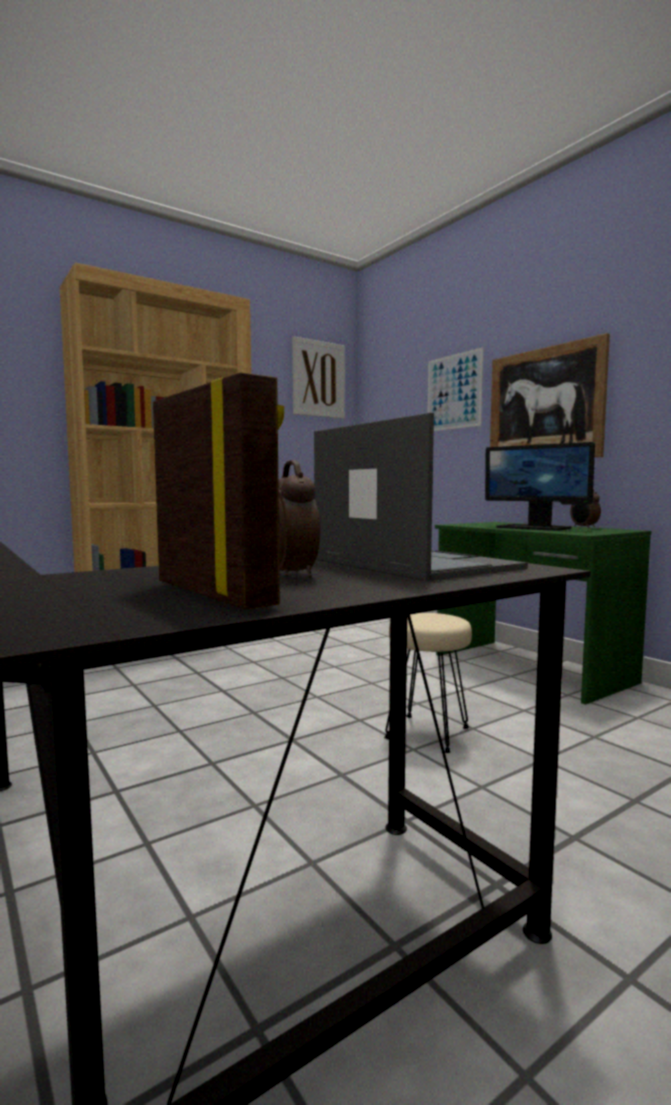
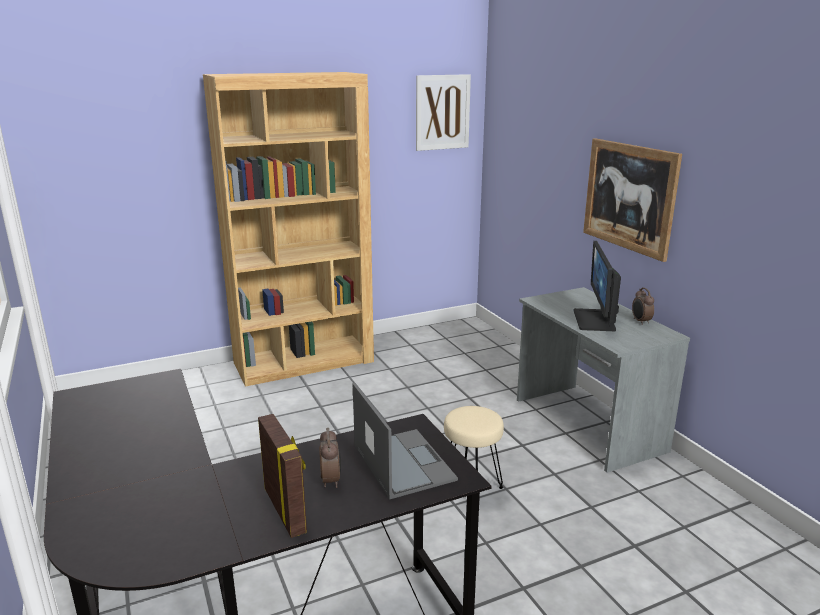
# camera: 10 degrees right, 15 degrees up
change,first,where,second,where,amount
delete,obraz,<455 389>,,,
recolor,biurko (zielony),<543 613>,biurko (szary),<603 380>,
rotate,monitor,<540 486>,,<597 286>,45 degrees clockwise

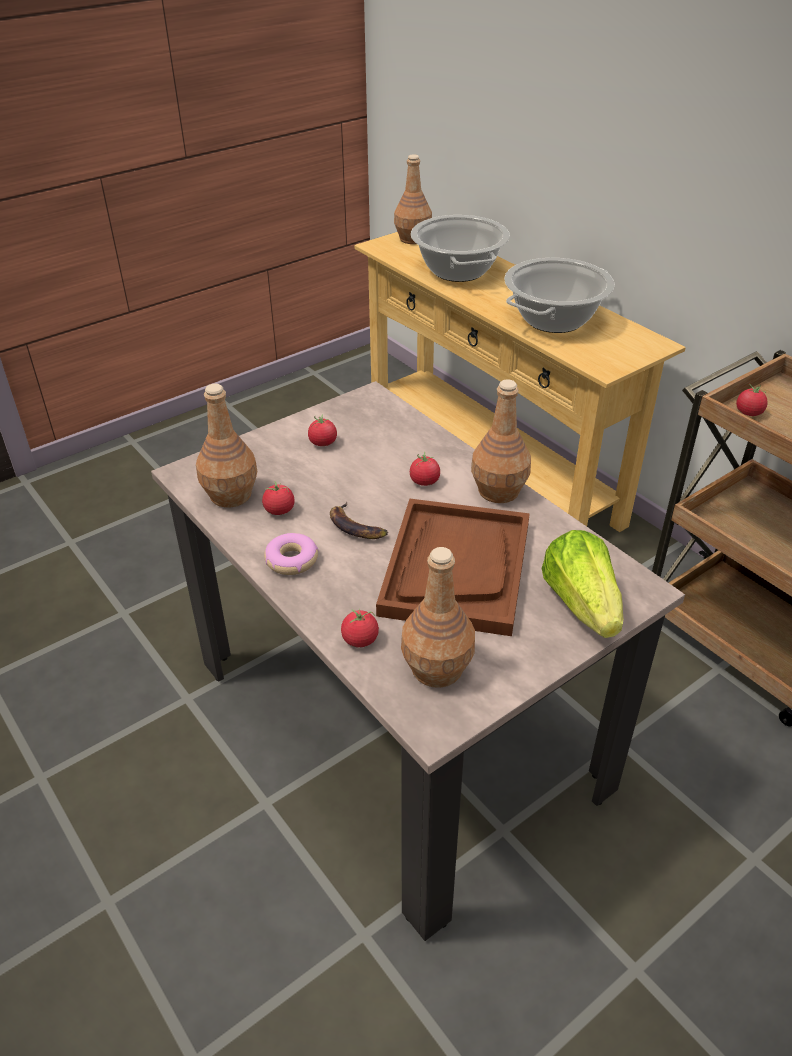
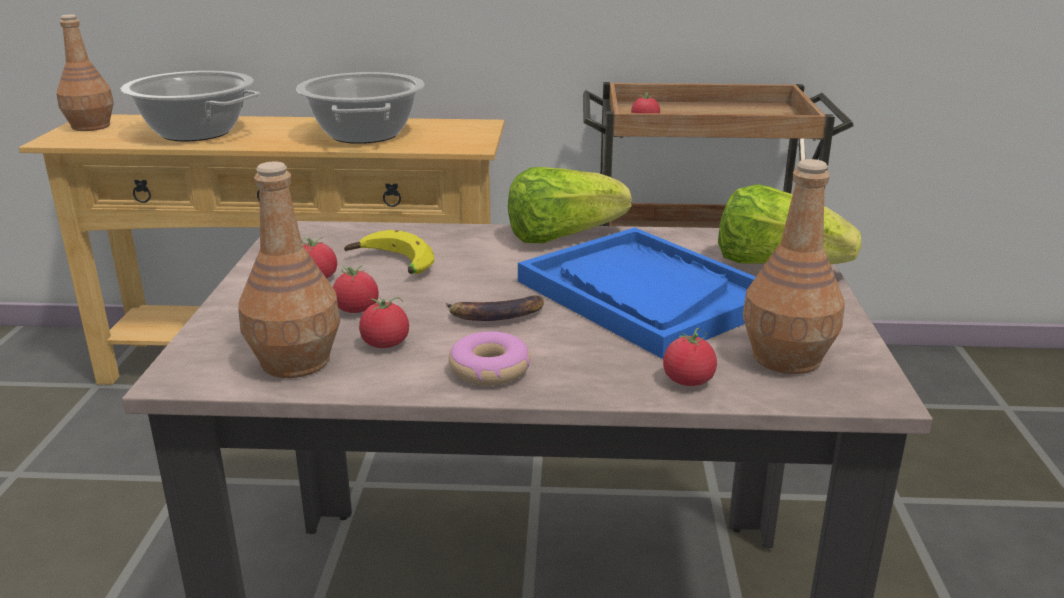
# camera: 50 degrees left, 15 degrees down
change,first,where,second,where,amount
insert,,,banan,<389 252>,
move,pomidor,<425 469>,,<356 289>,
replace,butelka (brązowy),<501 441>,sałata,<570 205>,
recolor,taca (brązowy),<453 567>,taca (niebieski),<637 293>,

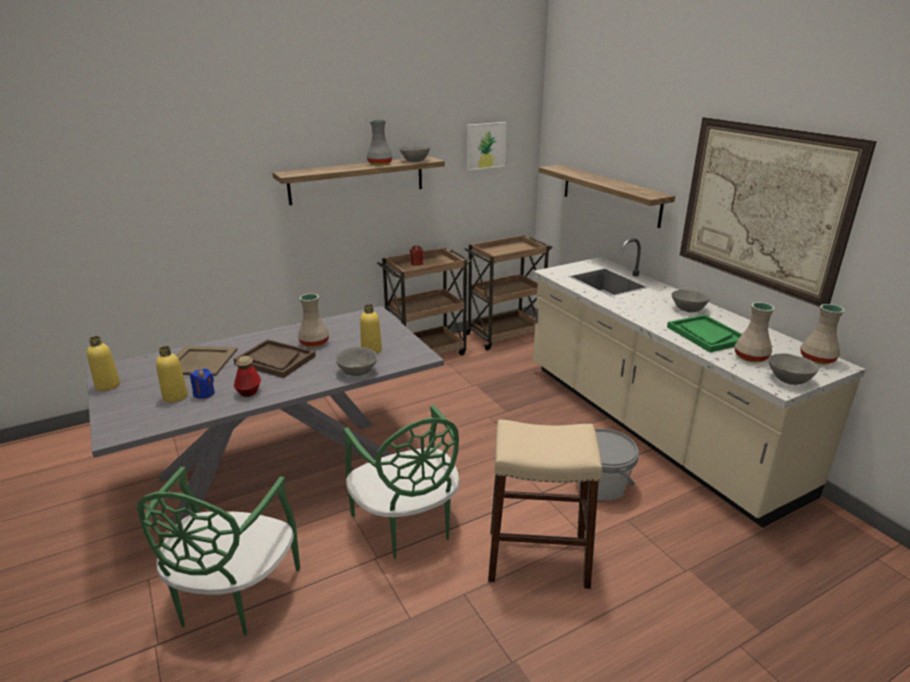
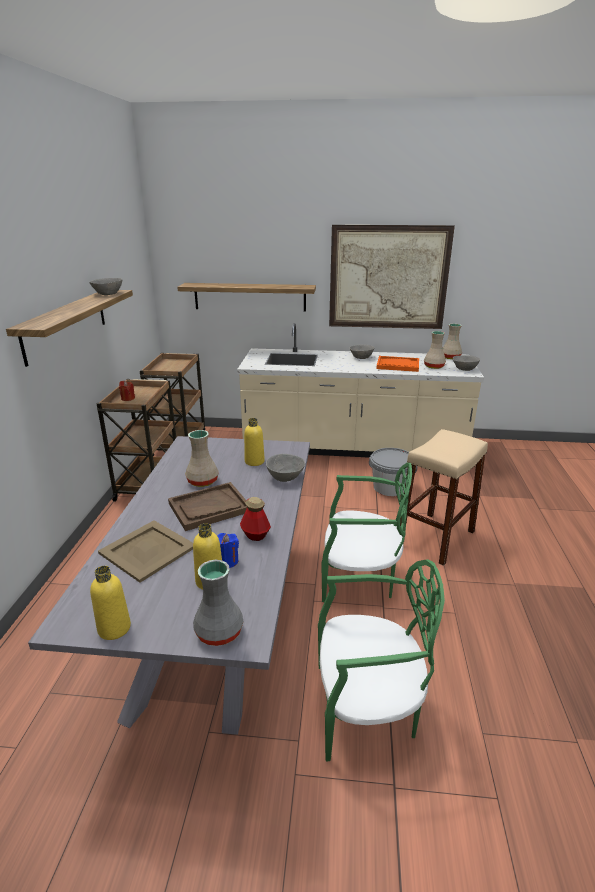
# camera: 55 degrees left, 0 degrees up
change,first,where,second,where,amount
delete,obraz,<486 146>,,,
move,wazon (szary),<379 142>,,<218 603>,
recolor,taca (zielony),<704 333>,taca (pomarańczowy),<397 364>,
rotate,krzesło (zielony),<218 551>,,<381 660>,45 degrees counterclockwise

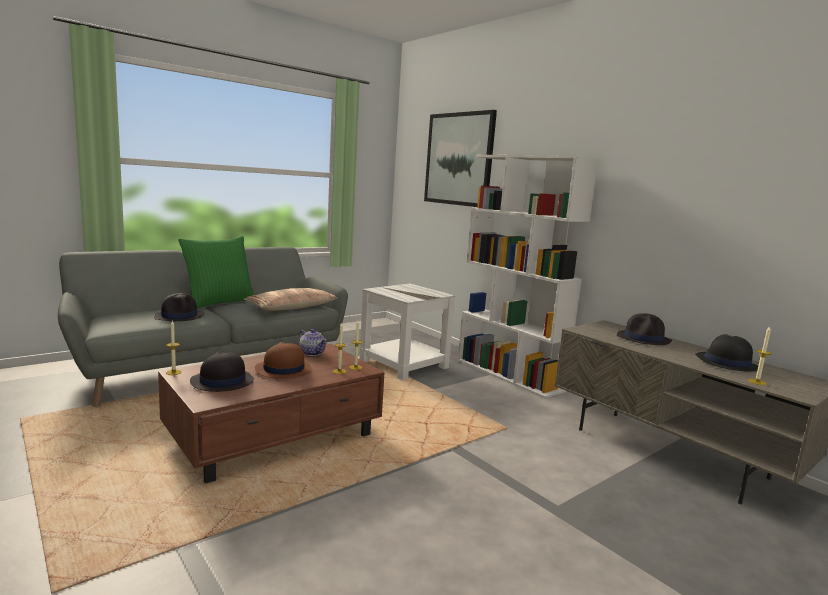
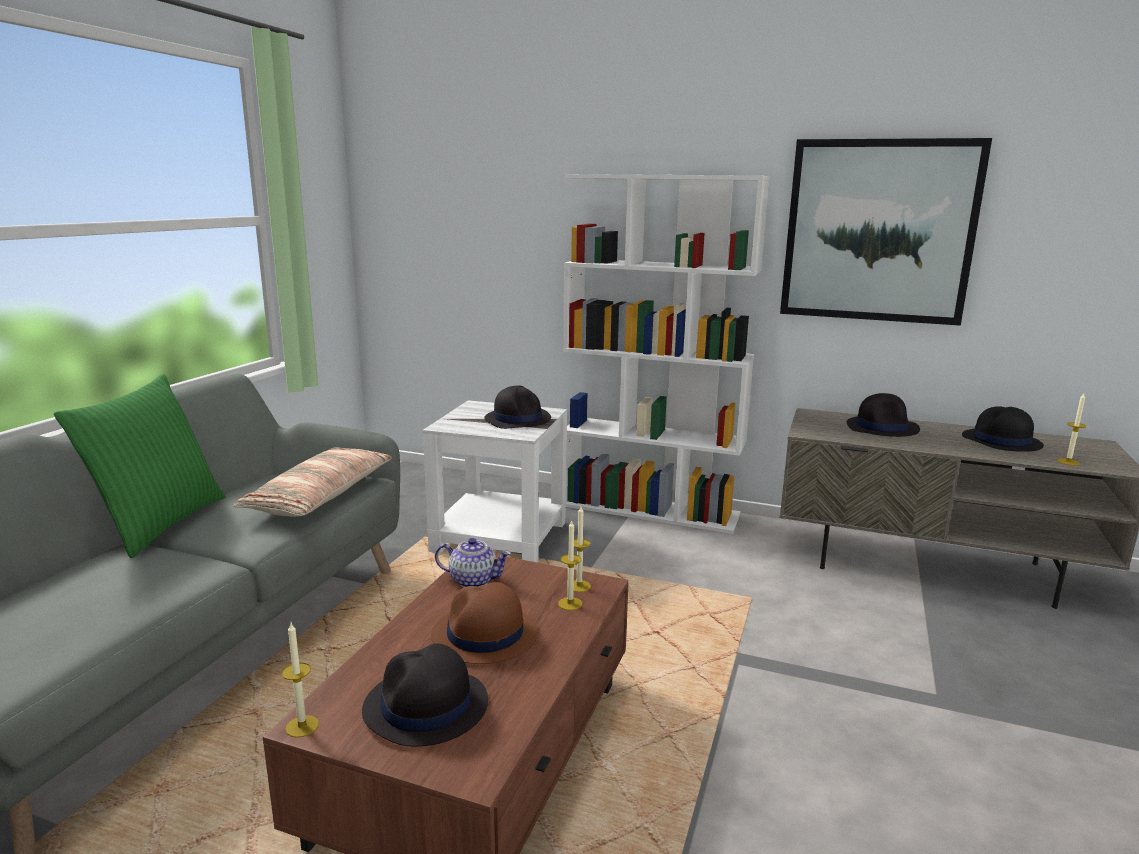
# camera: 30 degrees left, 5 degrees up
change,first,where,second,where,amount
move,kapelusz (czarny),<179 307>,,<517 407>,
move,obraz,<460 158>,,<886 232>,

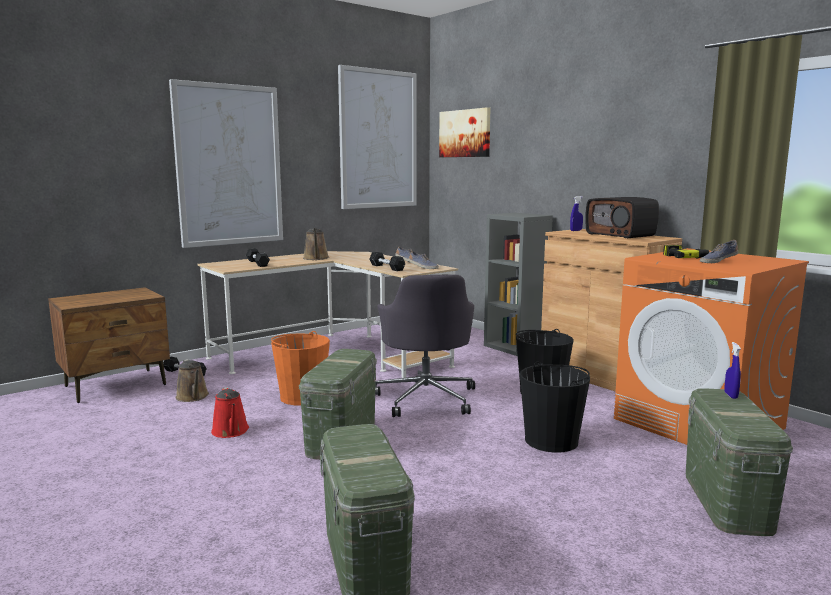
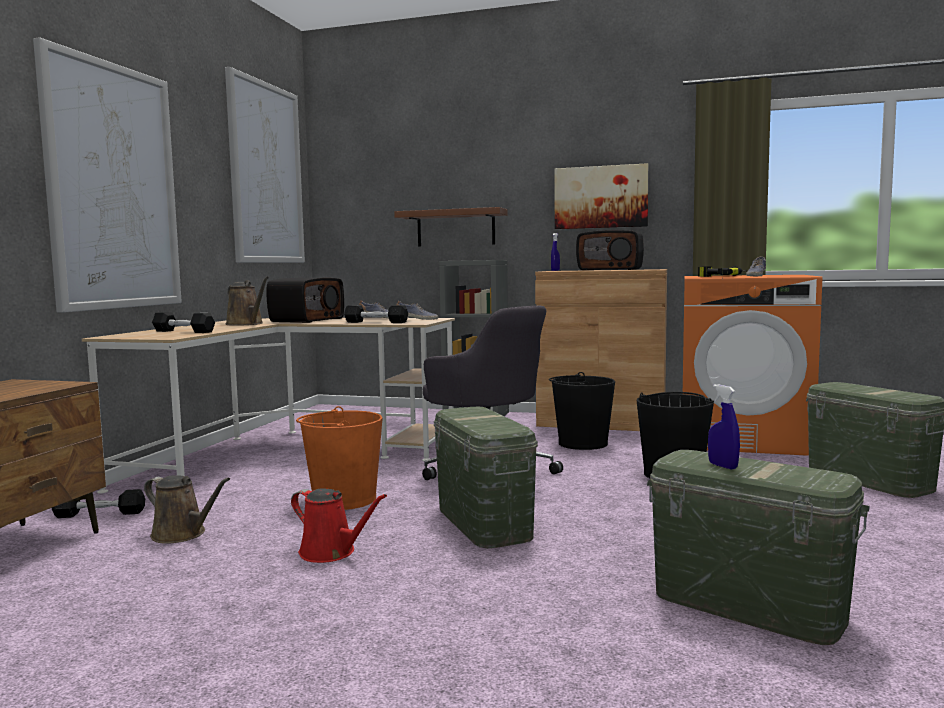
# camera: 35 degrees left, 5 degrees down
change,first,where,second,where,amount
insert,,,radio,<305 300>,
insert,,,półka (brązowy),<450 227>,
move,obraz,<465 132>,,<601 196>,
move,spryskiwacz (niebieski),<732 370>,,<724 427>,

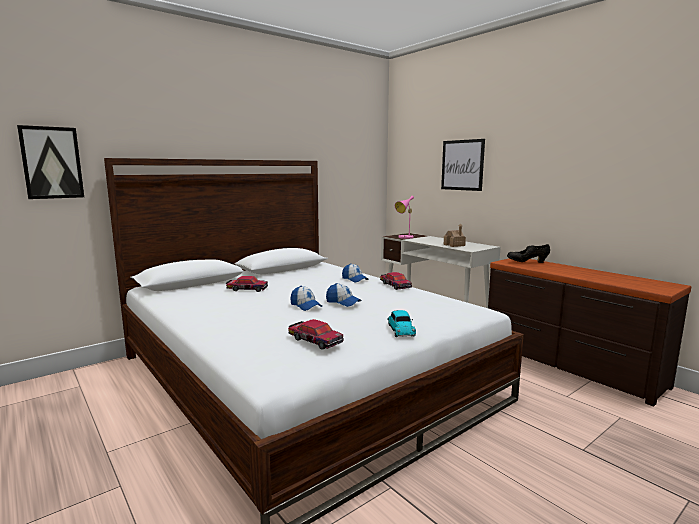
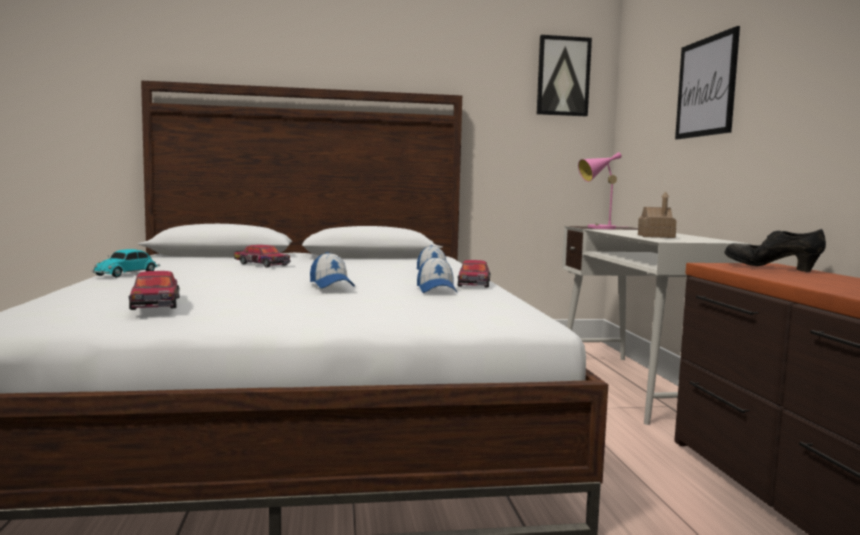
# camera: 30 degrees right, 5 degrees down
change,first,where,second,where,amount
move,obraz,<50 162>,,<564 75>,
move,czapka z daszkiem,<306 298>,,<437 274>,
move,samochodzik,<401 323>,,<126 263>,

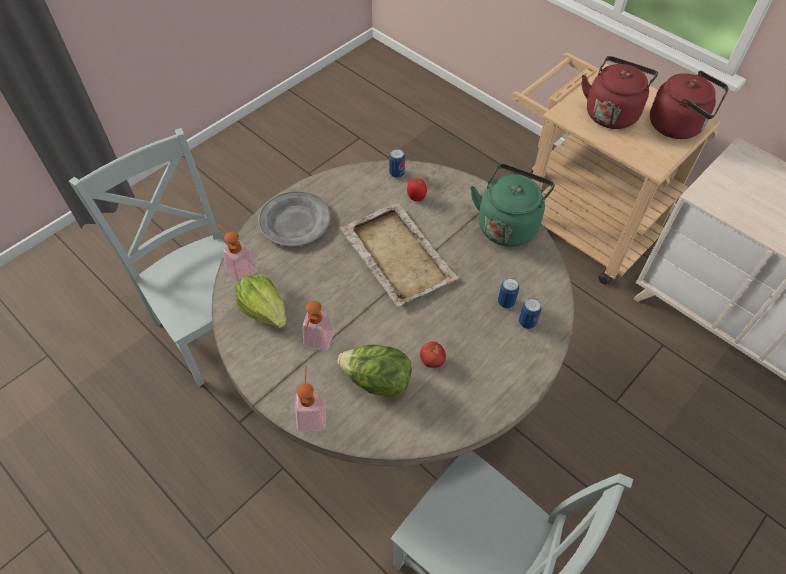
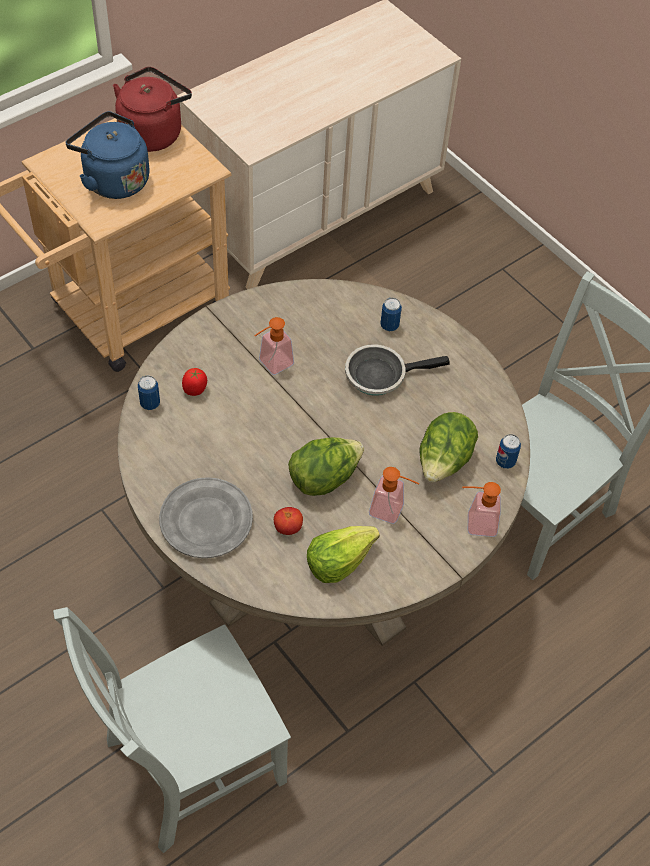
# camera: 85 degrees left, 0 degrees up
change,first,where,second,where,amount
delete,taca (beżowy),<399 254>,,,
delete,czajnik (zielony),<512 205>,,,
insert,,,sałata,<326 466>,
insert,,,patelnia,<397 370>,
move,dozownik mydła,<237 253>,,<274 346>,
move,pomidor,<433 355>,,<288 521>,
move,puszka,<508 293>,,<508 451>,
recolor,czajnik (czerwony),<620 92>,czajnik (niebieski),<108 155>,

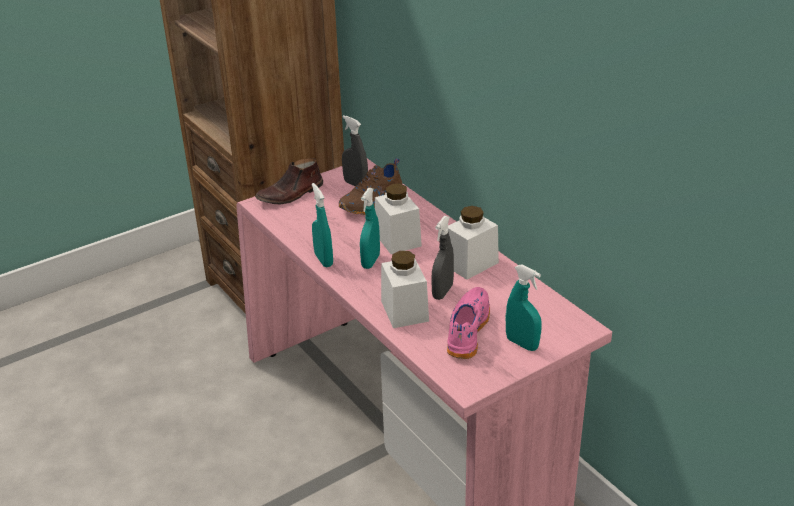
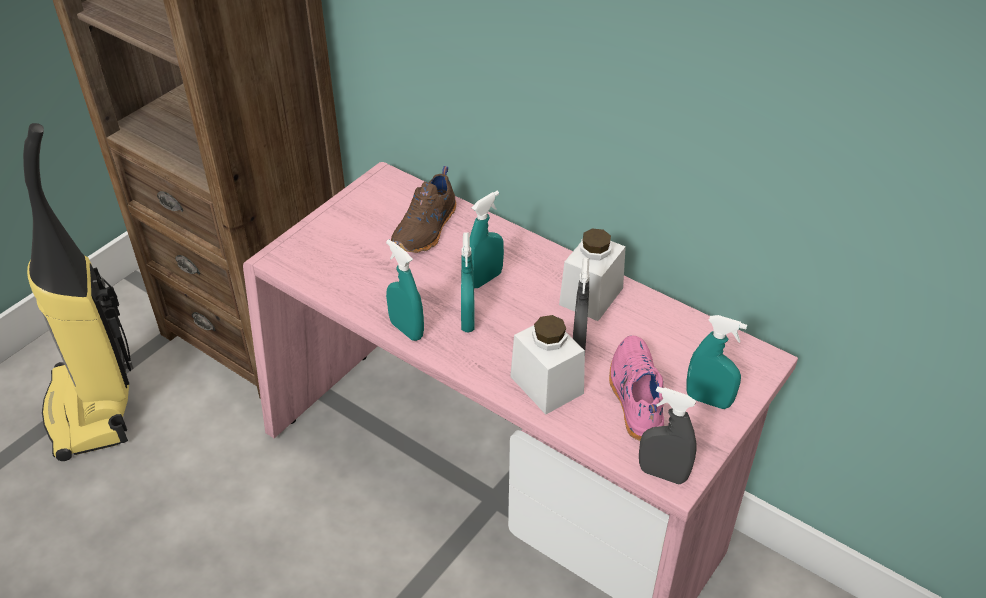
# camera: 20 degrees left, 10 degrees up
change,first,where,second,where,amount
delete,but (brązowy),<289 181>,,,
insert,,,odkurzacz,<78 292>,
move,spryskiwacz (szary),<355 150>,,<668 435>,
replace,słoik (biały),<398 219>,spryskiwacz (turkusowy),<487 239>,

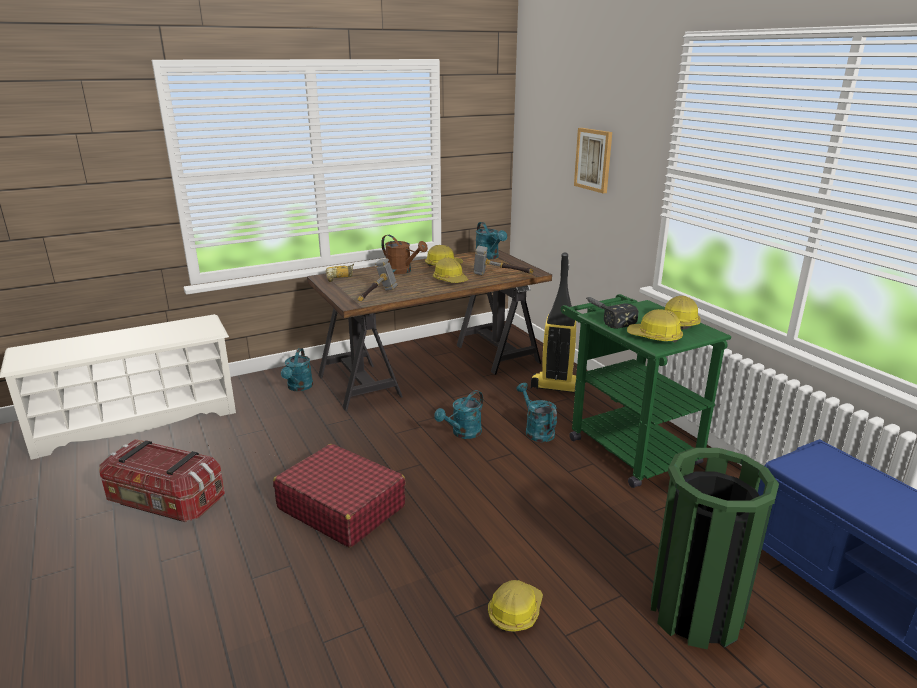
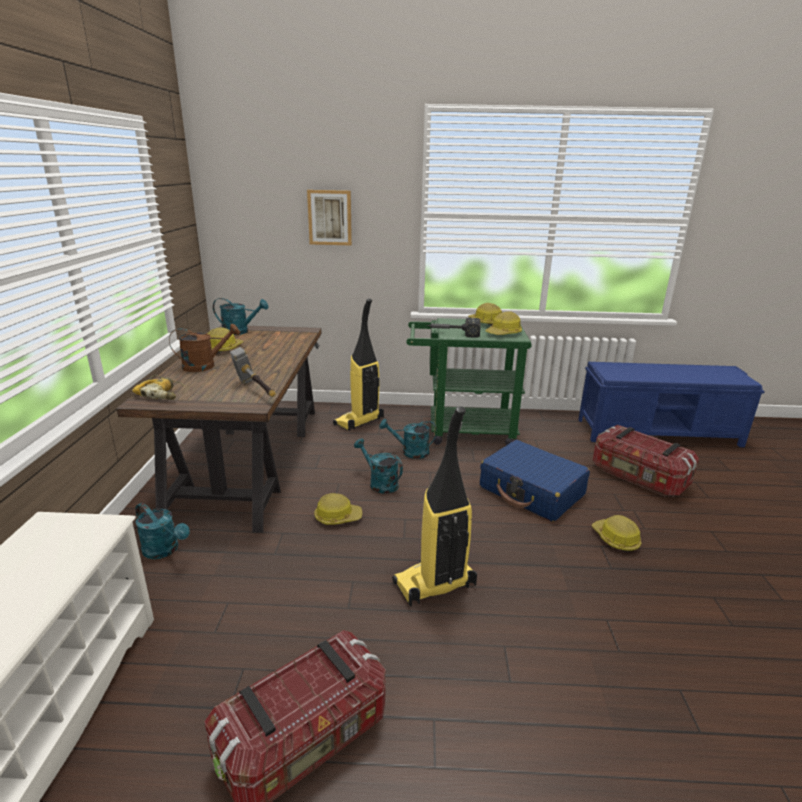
# camera: 60 degrees left, 0 degrees up
change,first,where,second,where,amount
delete,młotek,<504 260>,,,
insert,,,walizka (niebieski),<535 481>,
move,kask,<450 270>,,<338 509>,
replace,walizka (czerwony),<339 495>,odkurzacz,<434 506>,
replace,kosz na śmieci (zielony),<715 549>,pojemnik do przechowywania,<646 461>,
rotate,konewka (turkusowy),<458 414>,,<378 466>,150 degrees clockwise

